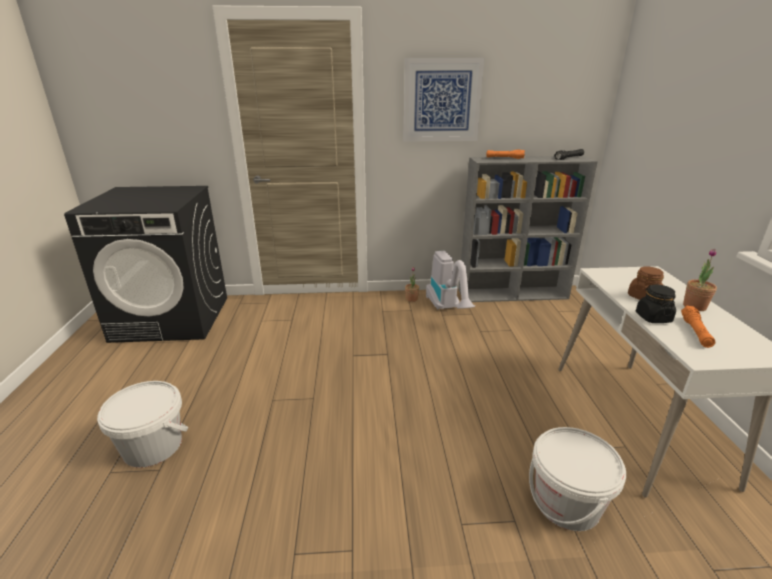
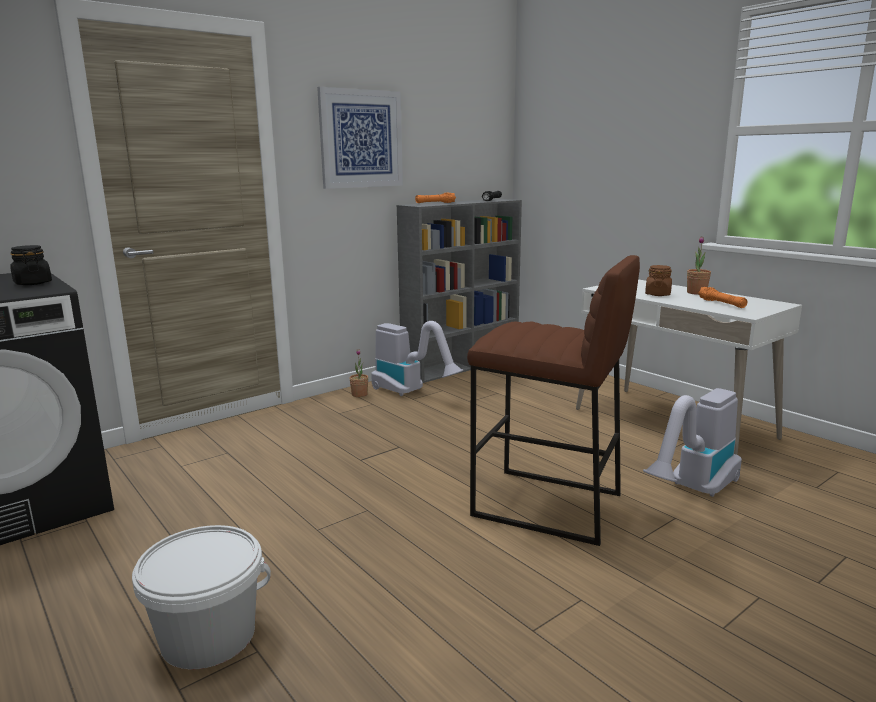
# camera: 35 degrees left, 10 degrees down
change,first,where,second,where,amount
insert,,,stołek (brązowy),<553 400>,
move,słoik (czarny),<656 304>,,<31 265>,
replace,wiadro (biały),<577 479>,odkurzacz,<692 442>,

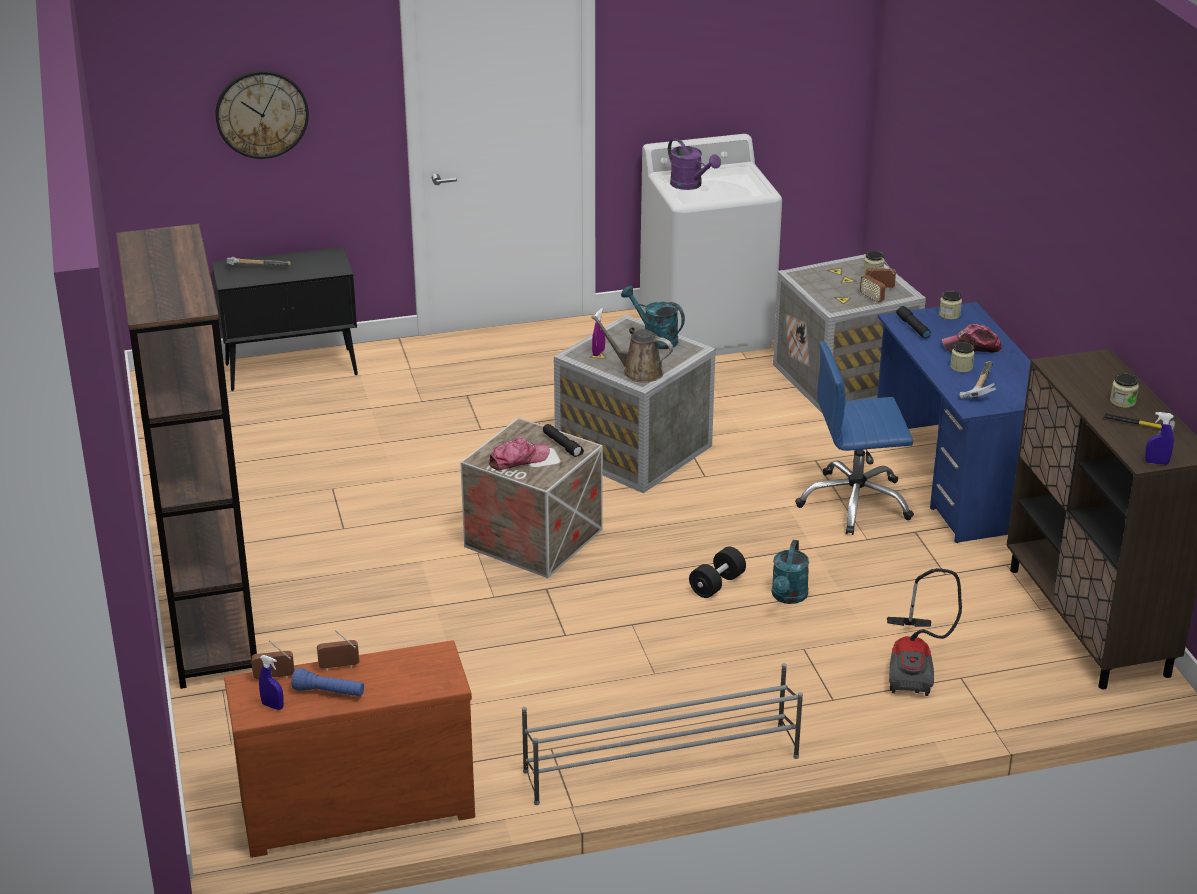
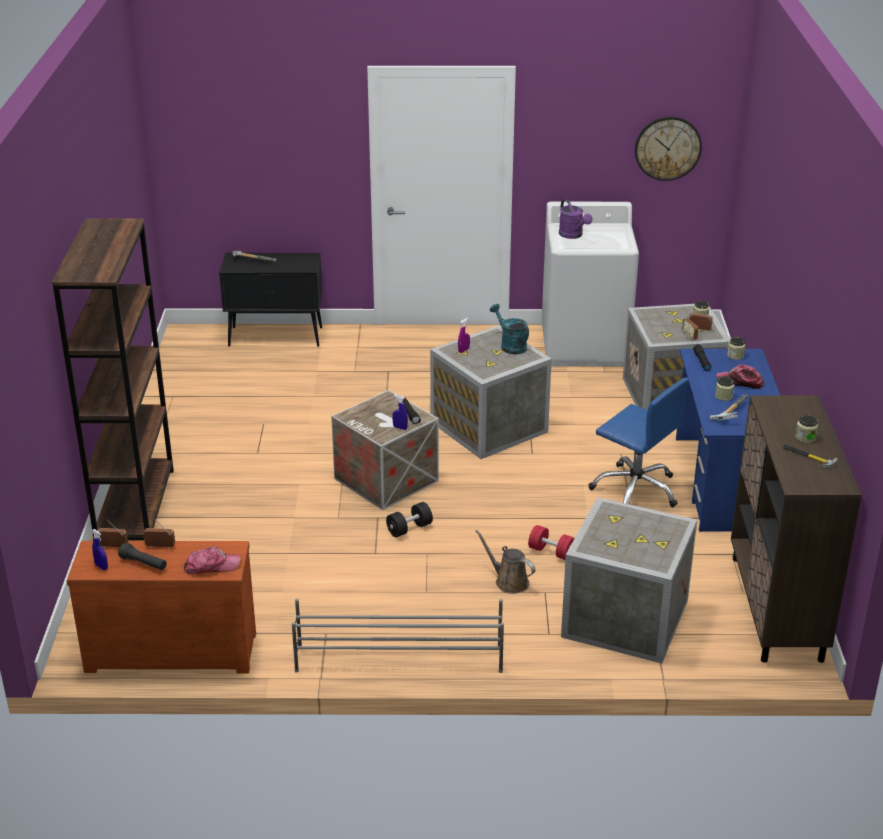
# camera: 15 degrees right, 0 degrees up
change,first,where,second,where,amount
move,zegar ścienny,<262 114>,,<668 148>,
move,czapka z daszkiem,<519 453>,,<212 560>,
move,konewka (brązowy),<632 348>,,<505 562>,
move,hantel (czarny),<717 572>,,<409 519>,
move,spryskiwacz (niebieski),<1159 438>,,<400 412>,
replace,konewka (turkusowy),<790 572>,hantel (czerwony),<551 542>,
replace,odkurzacz,<924 632>,skrzynka,<629 580>,
recolor,latarka (niebieski),<327 682>,latarka (czarny),<142 556>,
rotate,krzesło biurowe (niebieski),<854 438>,,<639 442>,150 degrees counterclockwise

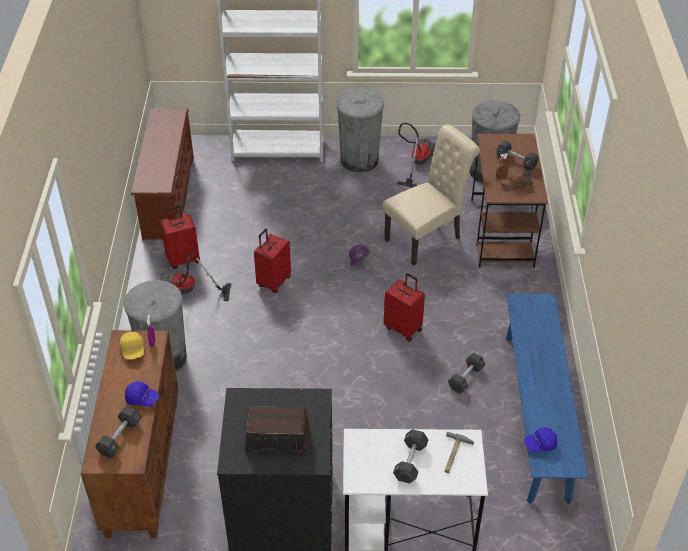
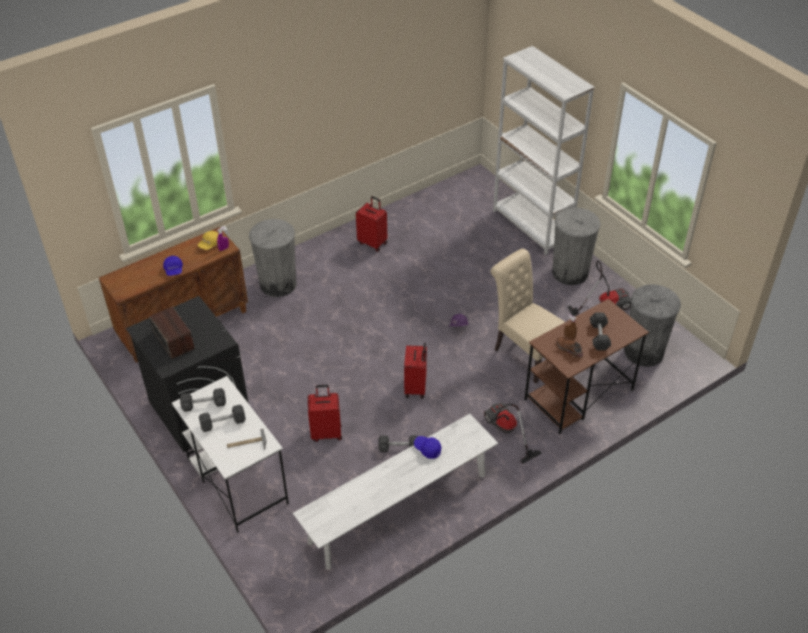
# camera: 55 degrees right, 0 degrees up
change,first,where,second,where,amount
delete,regał na buty (brązowy),<162 174>,,,
move,hantel (czarny),<118 432>,,<203 400>,
move,odkurzacz,<195 277>,,<512 433>,
move,walizka (czerwony),<272 260>,,<325 413>,
move,czapka z daszkiem (niebieski),<540 439>,,<427 447>,
recolor,ławka (niebieski),<547 398>,ławka (biały),<395 491>,
rotate,krzesło (beżowy),<431 195>,,<528 316>,150 degrees counterclockwise

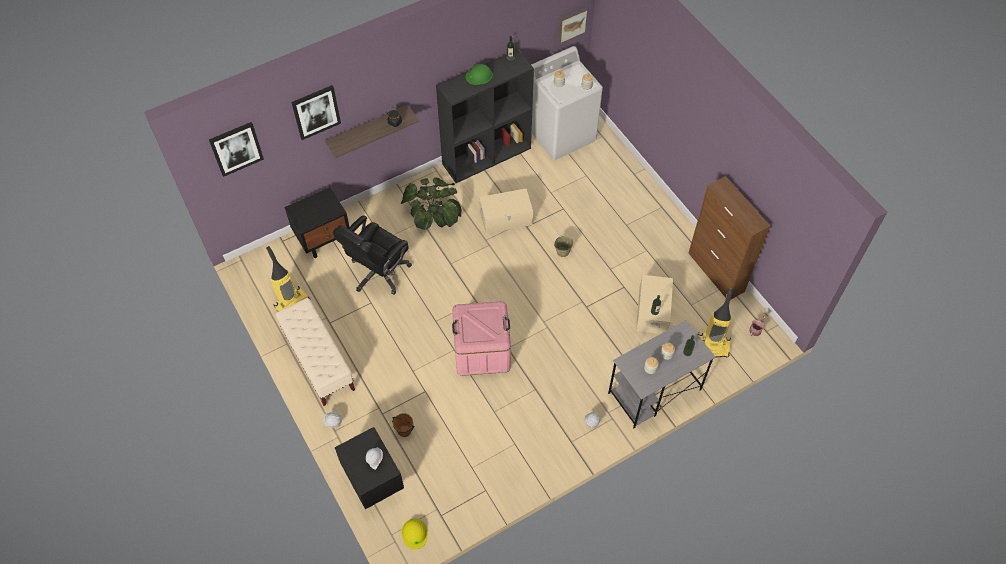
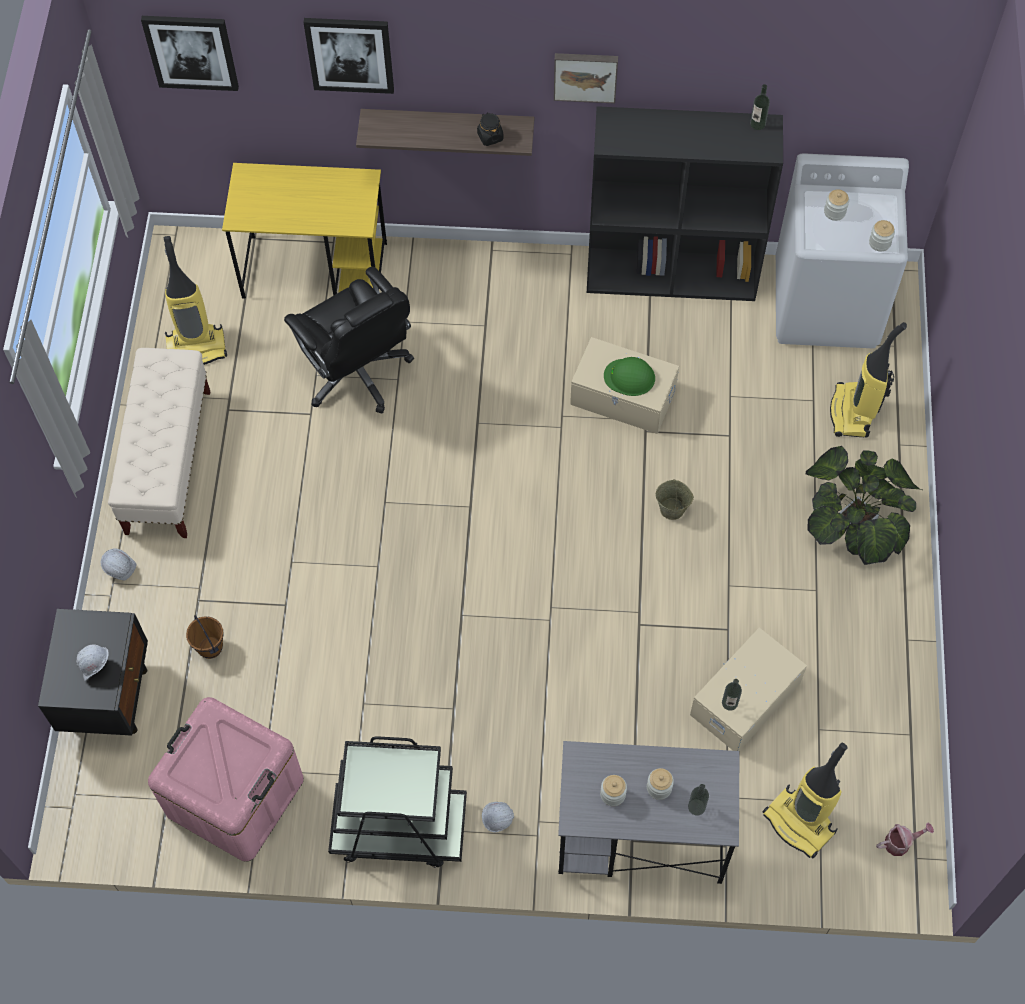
# camera: 35 degrees right, 5 degrees up
change,first,where,second,where,amount
delete,kask (żółty),<414 534>,,,
delete,szafka (brązowy),<729 237>,,,
insert,,,wózek (czarny),<397 802>,
insert,,,odkurzacz,<868 380>,
move,roślina doniczkowa,<431 203>,,<864 505>,
move,pojemnik do przechowywania (różowy),<481 338>,,<226 779>,
move,kask (zielony),<479 74>,,<629 376>,
move,obraz,<573 25>,,<586 78>,
replace,szafka nocna (czarny),<317 222>,biurko (żółty),<304 231>,
rotate,krzesło biurowe (czarny),<372 255>,,<349 340>,105 degrees counterclockwise

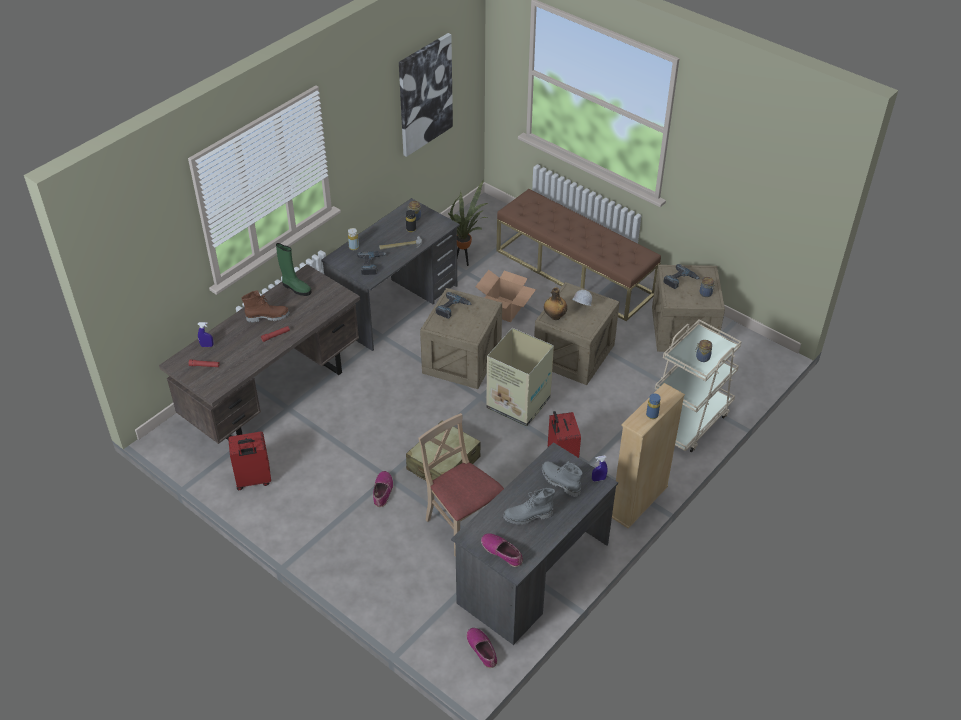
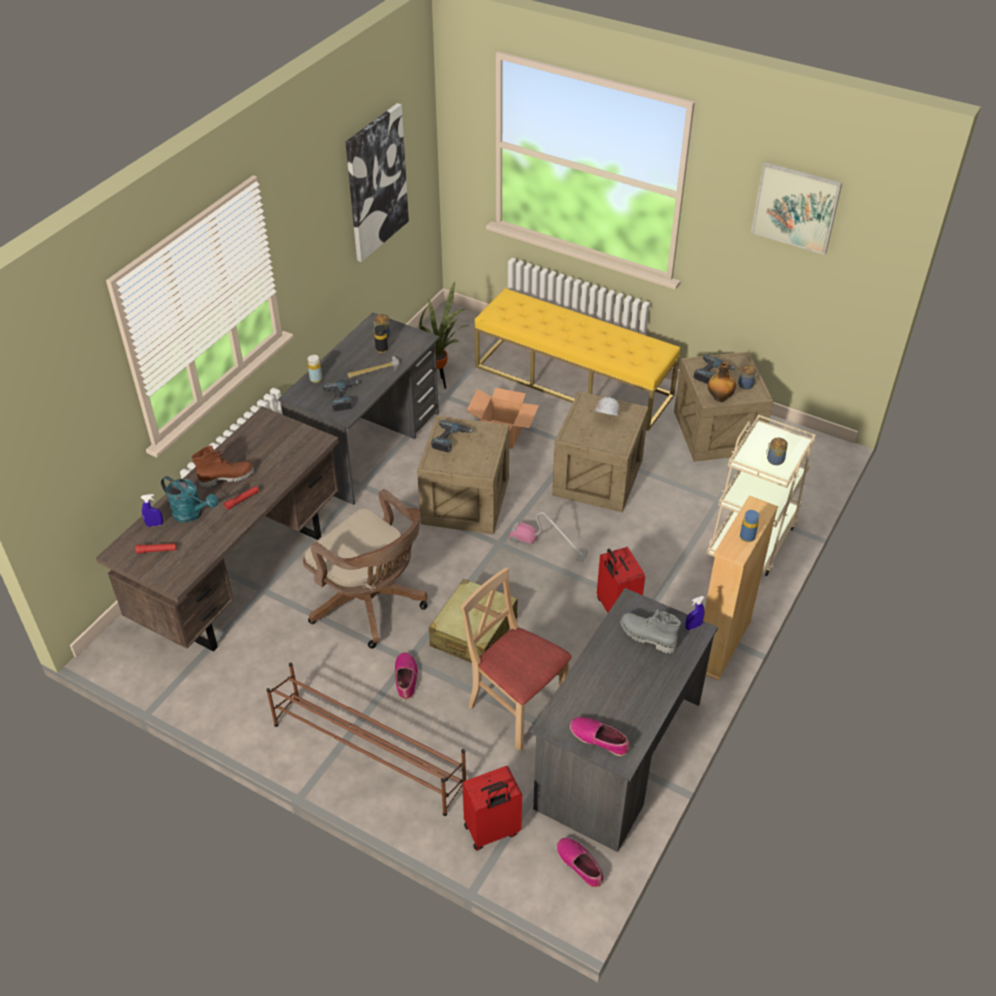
# camera: 10 degrees left, 0 degrees up
change,first,where,second,where,amount
delete,but z cholewką (zielony),<293 269>,,,
delete,but z cholewką (szary),<529 506>,,,
insert,,,konewka (turkusowy),<189 499>,
insert,,,regał na buty (brązowy),<366 739>,
insert,,,krzesło biurowe (brązowy),<365 569>,
insert,,,obraz,<796 208>,
move,walizka (czerwony),<249 461>,,<492 808>,
move,butelka,<555 303>,,<722 382>,
replace,karton,<520 377>,odkurzacz,<548 537>,
recolor,ławka (brązowy),<579 255>,ławka (żółty),<577 359>,

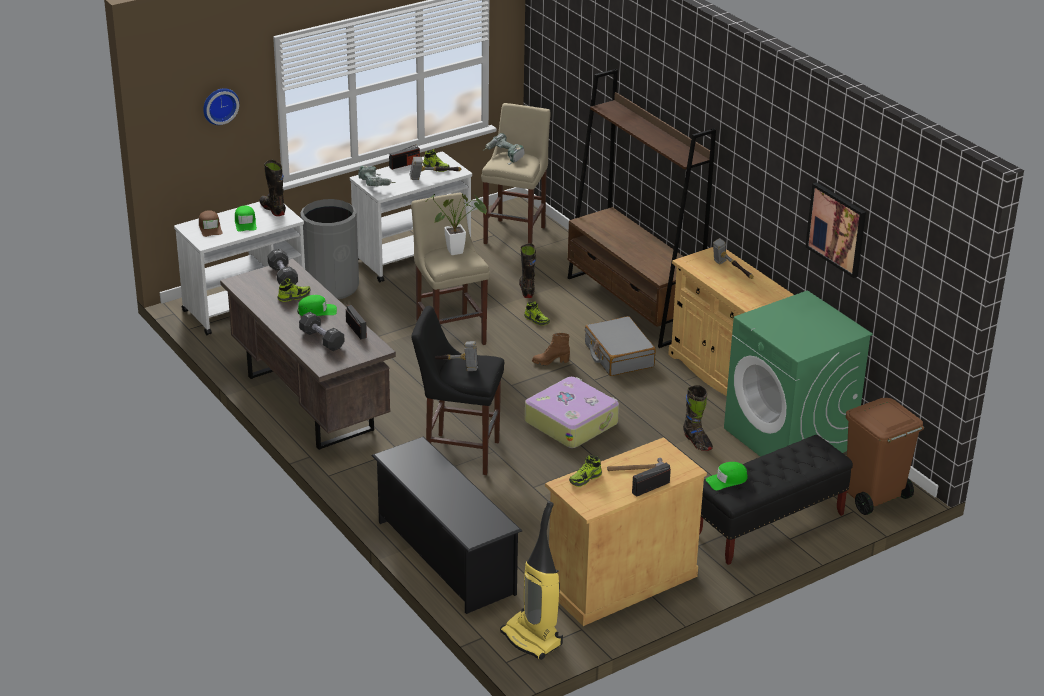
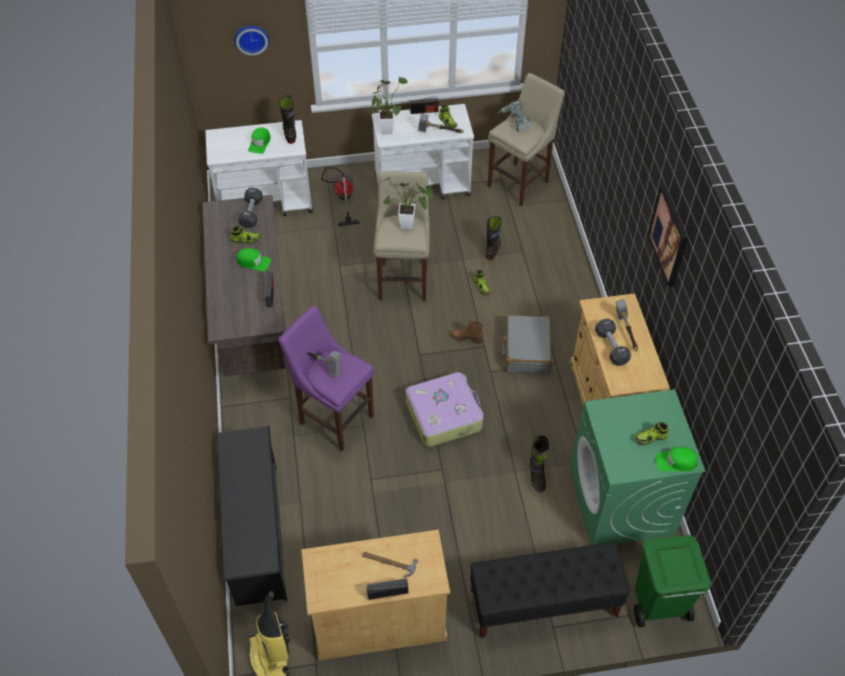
# camera: 25 degrees right, 20 degrees up
change,first,where,second,where,amount
delete,czapka z daszkiem (brązowy),<210 223>,,,
delete,regał (brązowy),<642 208>,,,
move,hantel (czarny),<321 331>,,<613 342>,
move,but,<585 471>,,<652 433>,
move,czapka z daszkiem (zielony),<727 476>,,<677 459>,
move,obraz,<835 230>,,<668 236>,
replace,kosz na śmieci (szary),<329 249>,odkurzacz,<340 196>,
replace,wiertarka,<377 176>,roślina doniczkowa,<390 105>,
recolor,stołek (czarny),<457 390>,stołek (fioletowy),<326 378>,
recolor,kosz na śmieci (brązowy),<885 456>,kosz na śmieci (zielony),<672 581>,

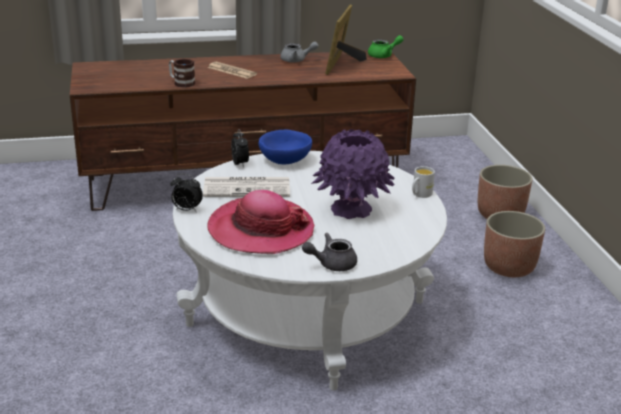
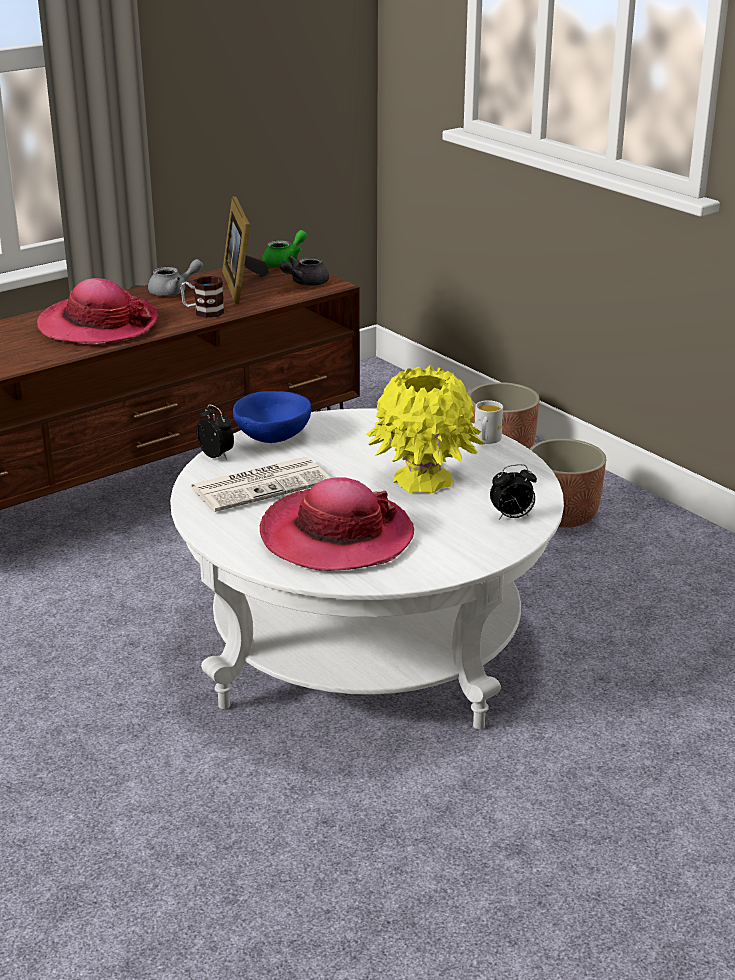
# camera: 25 degrees left, 0 degrees up
change,first,where,second,where,amount
move,kubek,<182 73>,,<202 297>,
move,budzik,<186 192>,,<513 491>,
move,imbryk (szary),<329 252>,,<304 271>,
replace,gazeta,<232 70>,kapelusz,<97 311>,
recolor,wazon (fioletowy),<353 174>,wazon (żółty),<425 429>,

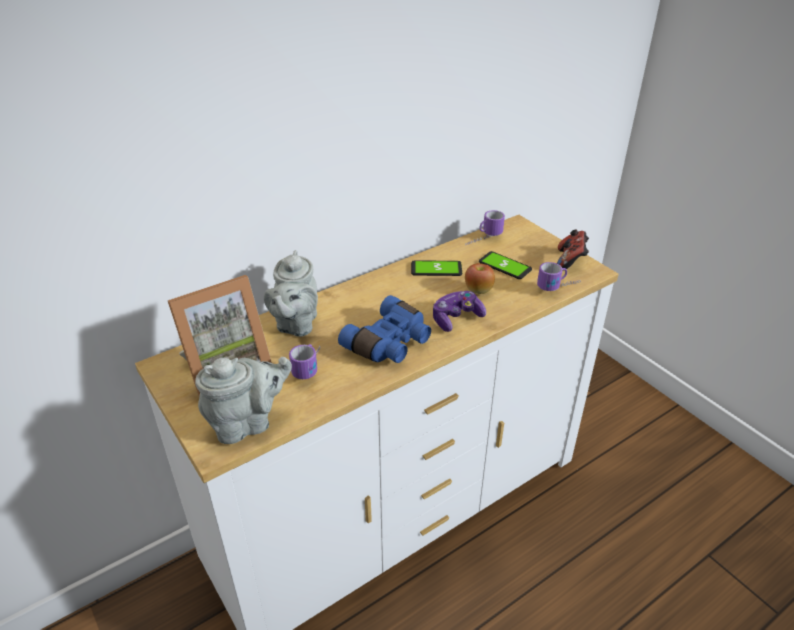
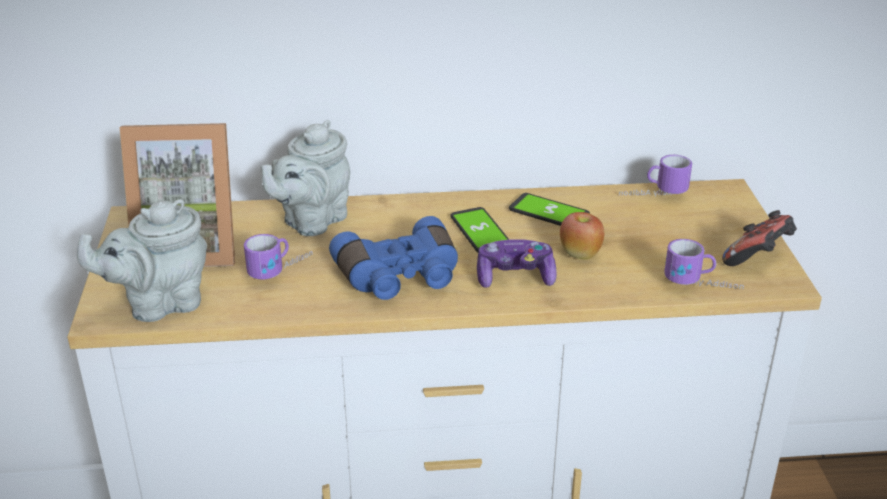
# camera: 30 degrees right, 5 degrees down
change,first,where,second,where,amount
move,telefon,<505 265>,,<479 229>,
rotate,imbryk (szary),<243 400>,,<142 260>,150 degrees clockwise

